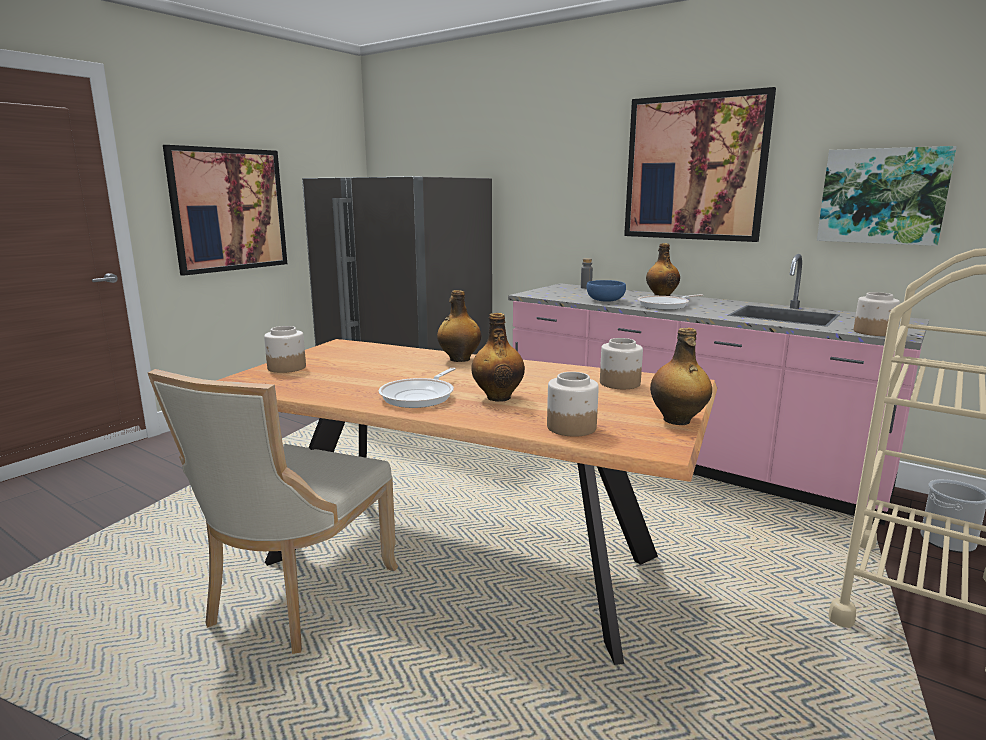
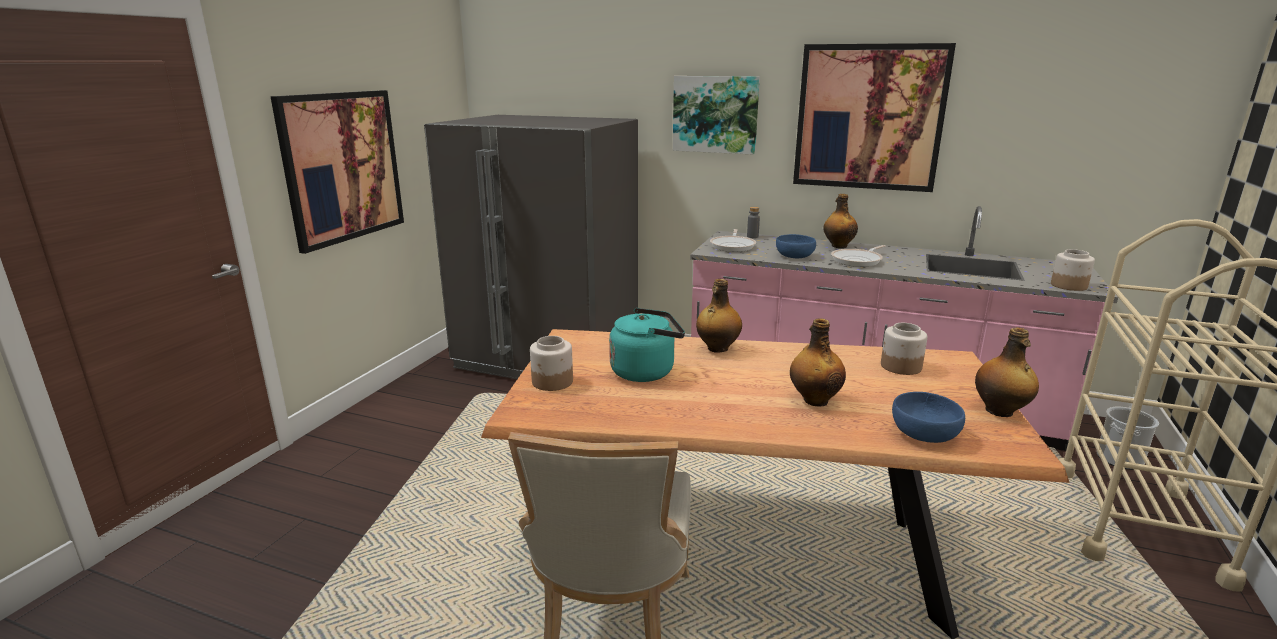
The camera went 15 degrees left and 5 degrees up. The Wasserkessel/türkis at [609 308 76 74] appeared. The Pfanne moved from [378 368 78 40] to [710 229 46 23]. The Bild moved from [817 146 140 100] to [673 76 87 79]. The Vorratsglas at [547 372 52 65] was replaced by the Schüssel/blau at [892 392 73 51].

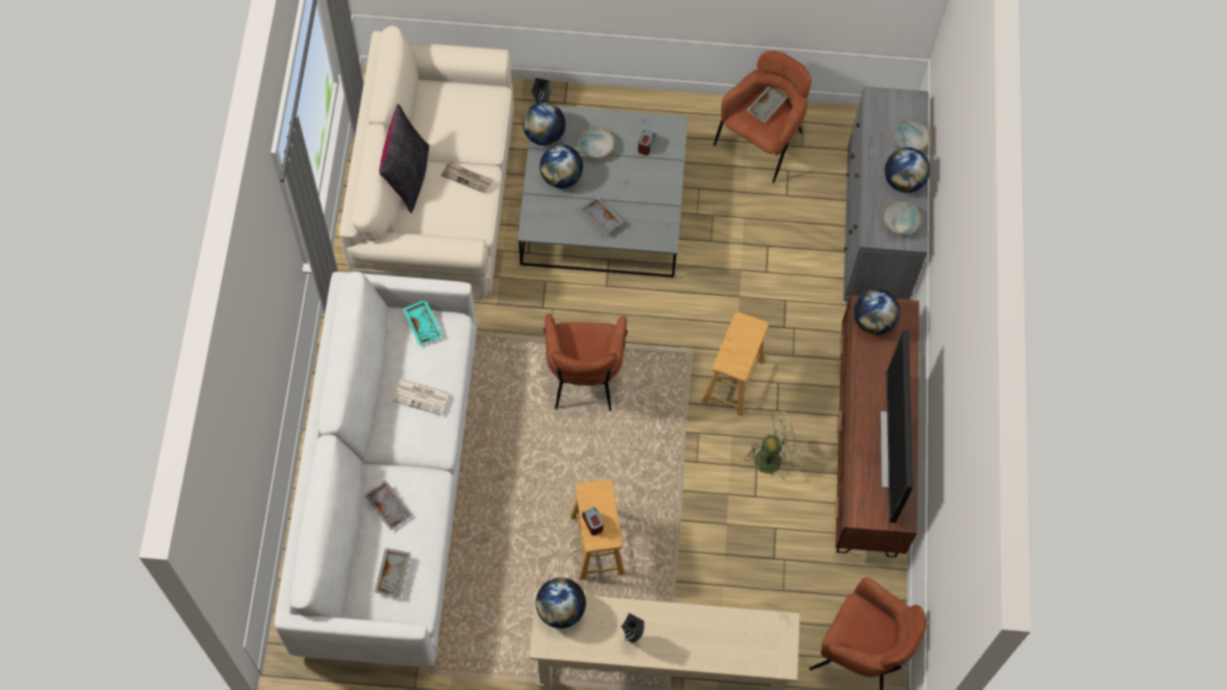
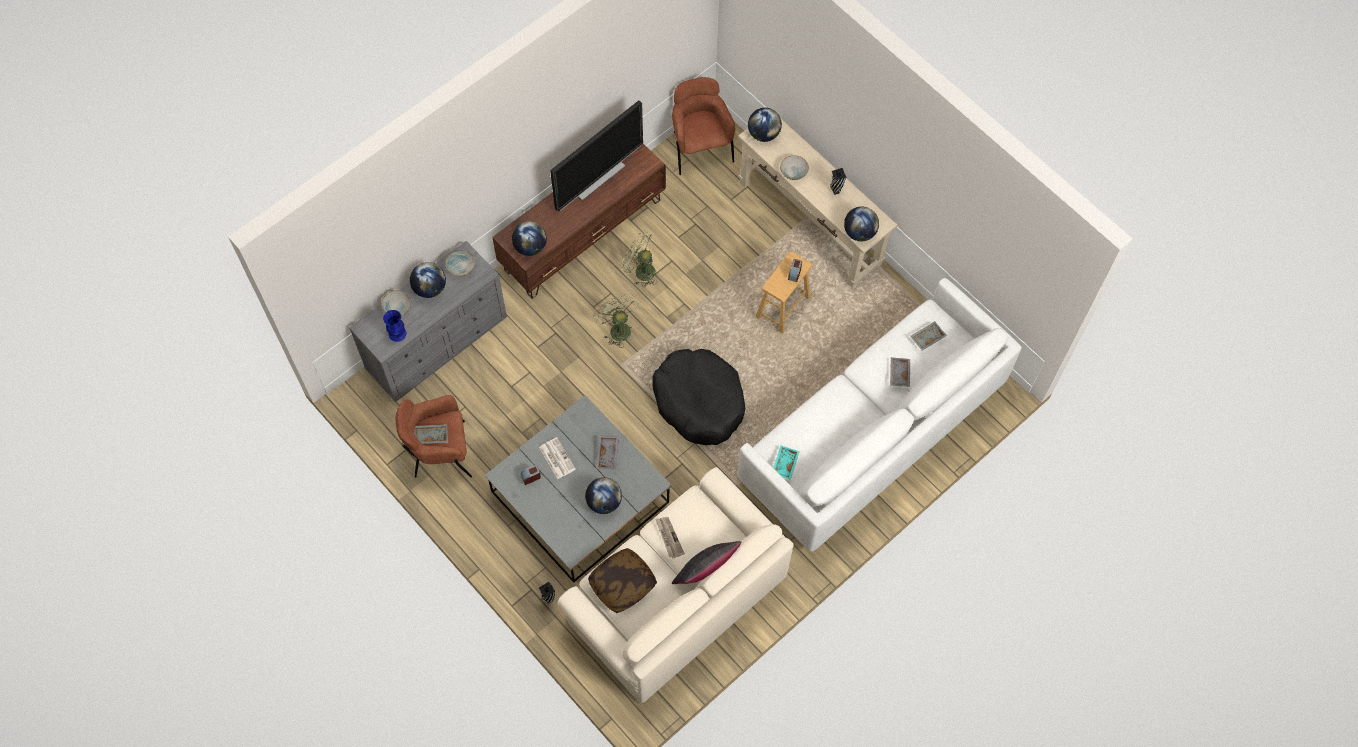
The camera went 135 degrees left and 0 degrees up. The Vase/blau at [383 310 24 32] appeared. The Kissen at [588 548 69 65] appeared. The Zeitung moved from [393 379 57 36] to [539 437 37 42]. The Globus moved from [523 102 43 44] to [748 108 34 34]. The Schüssel moved from [578 127 36 31] to [780 155 29 25]. The Sessel/braun at [544 313 84 98] was replaced by the Hundebett/schwarz at [652 349 93 96]. The Hocker/braun at [702 312 67 105] was replaced by the Ventilator/grün at [594 294 45 54].

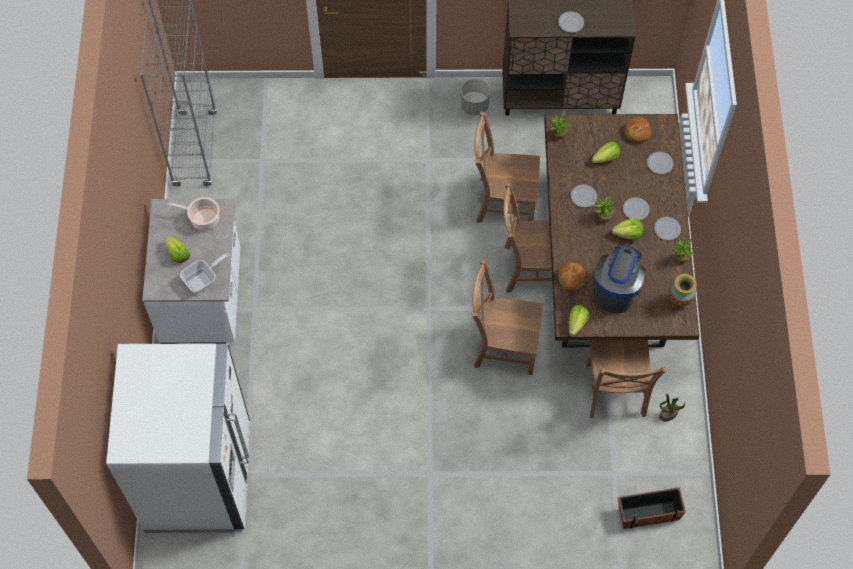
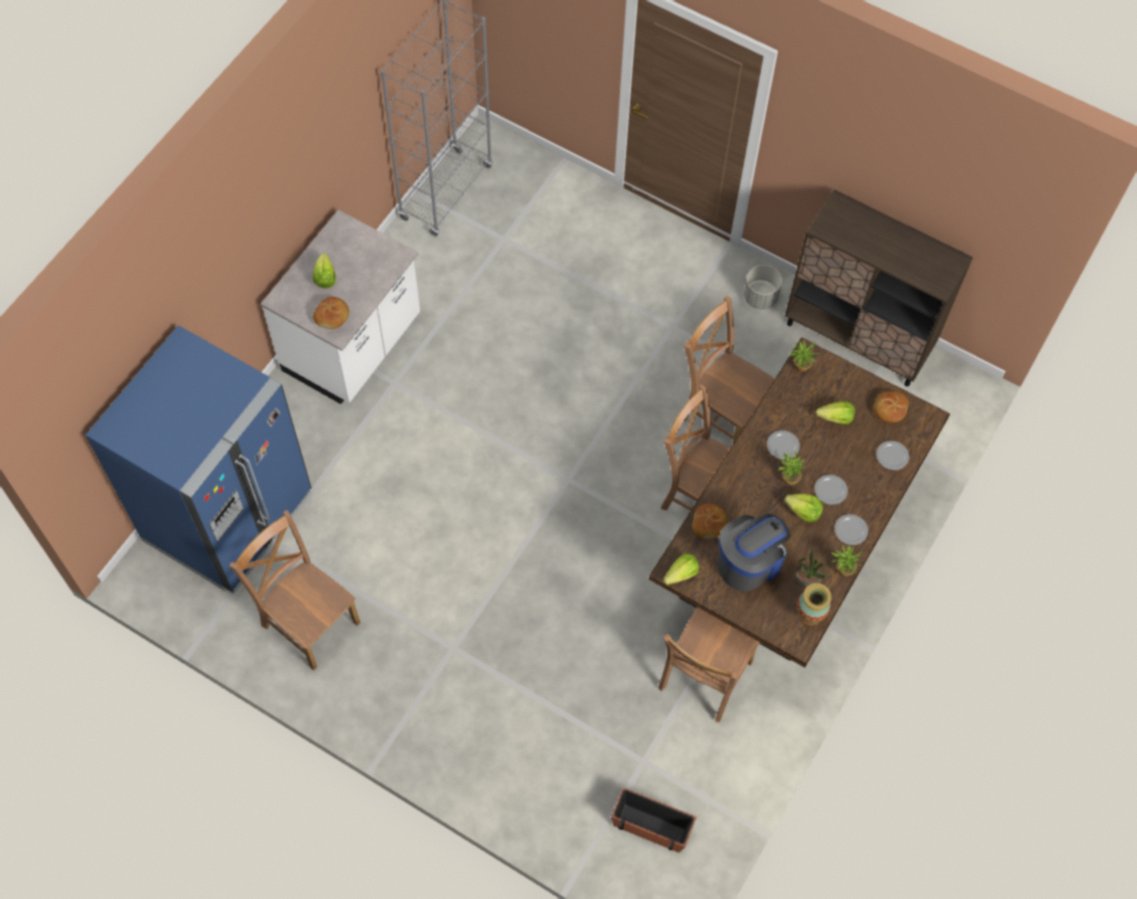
The camera went 30 degrees right and 0 degrees up. The Kochtopf at [168 197 52 34] disappeared. The Teller at [558 12 26 21] disappeared. The Stuhl/braun moved from [472 259 71 116] to [229 510 132 160]. The Topfpflanze moved from [659 393 26 29] to [794 549 33 39]. The Pfanne at [180 253 50 41] was replaced by the Brot at [313 297 36 32]. The Kühlschrank/weiß at [106 343 144 190] became the Kühlschrank/blau at [86 325 226 269].

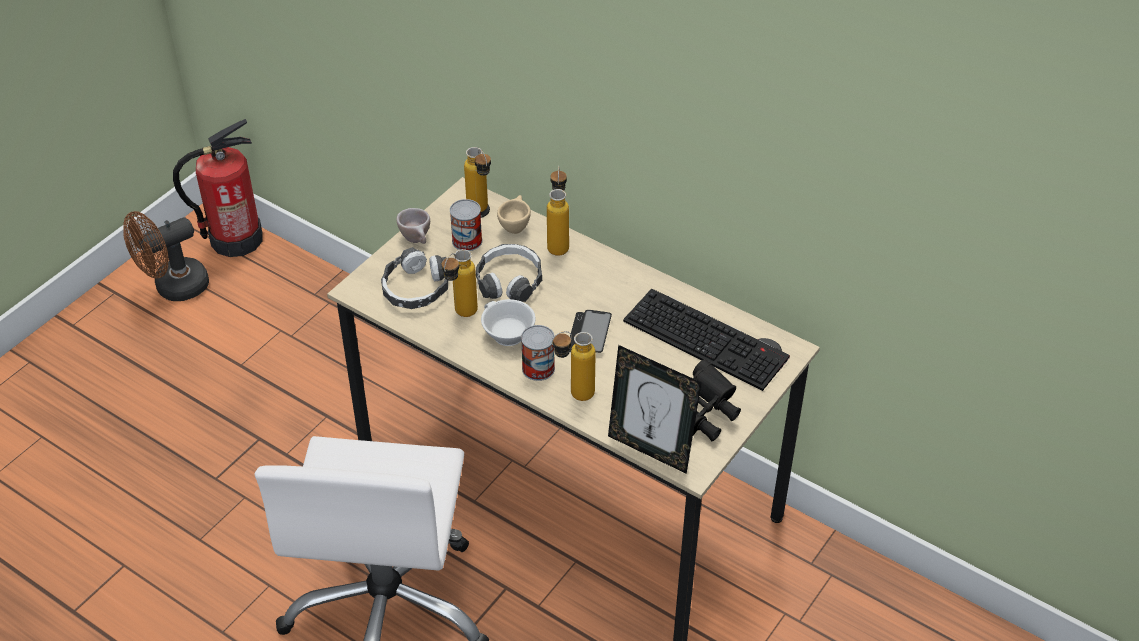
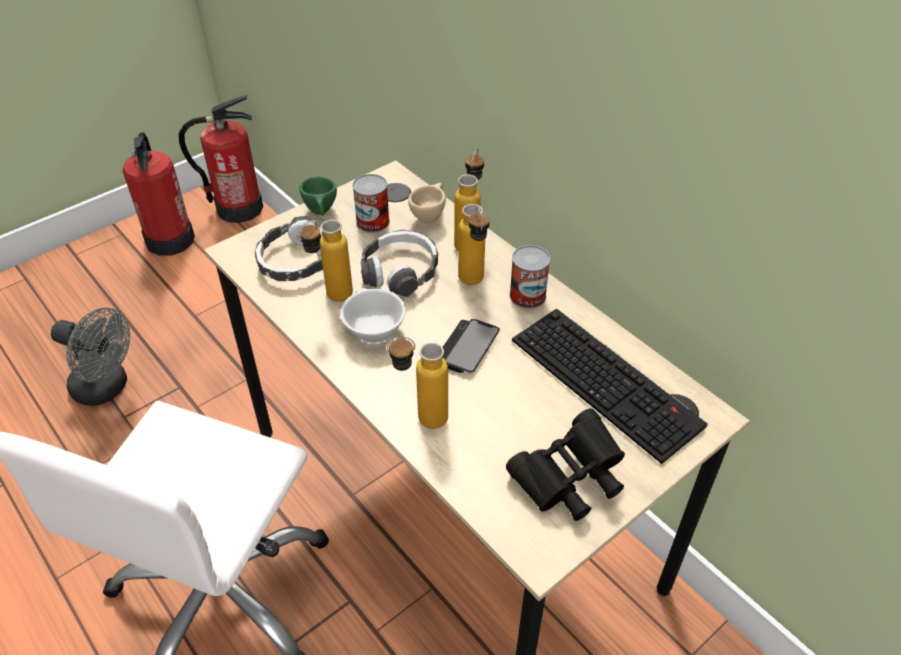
The camera went 15 degrees right and 0 degrees up. The Bilderrahmen at [608 345 94 129] disappeared. The Ventilator/grau at [51 307 79 99] appeared. The Flasche moved from [464 147 27 65] to [458 204 31 81]. The Dose moved from [521 325 34 56] to [509 245 41 64]. The Ventilator/braun at [123 211 86 90] was replaced by the Feuerlöscher at [123 132 72 124]. The Tasse/beige at [396 208 34 36] became the Tasse/grün at [299 176 38 40].

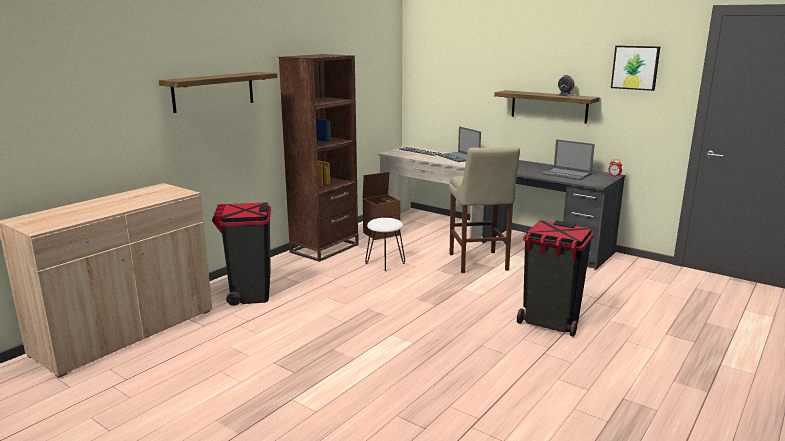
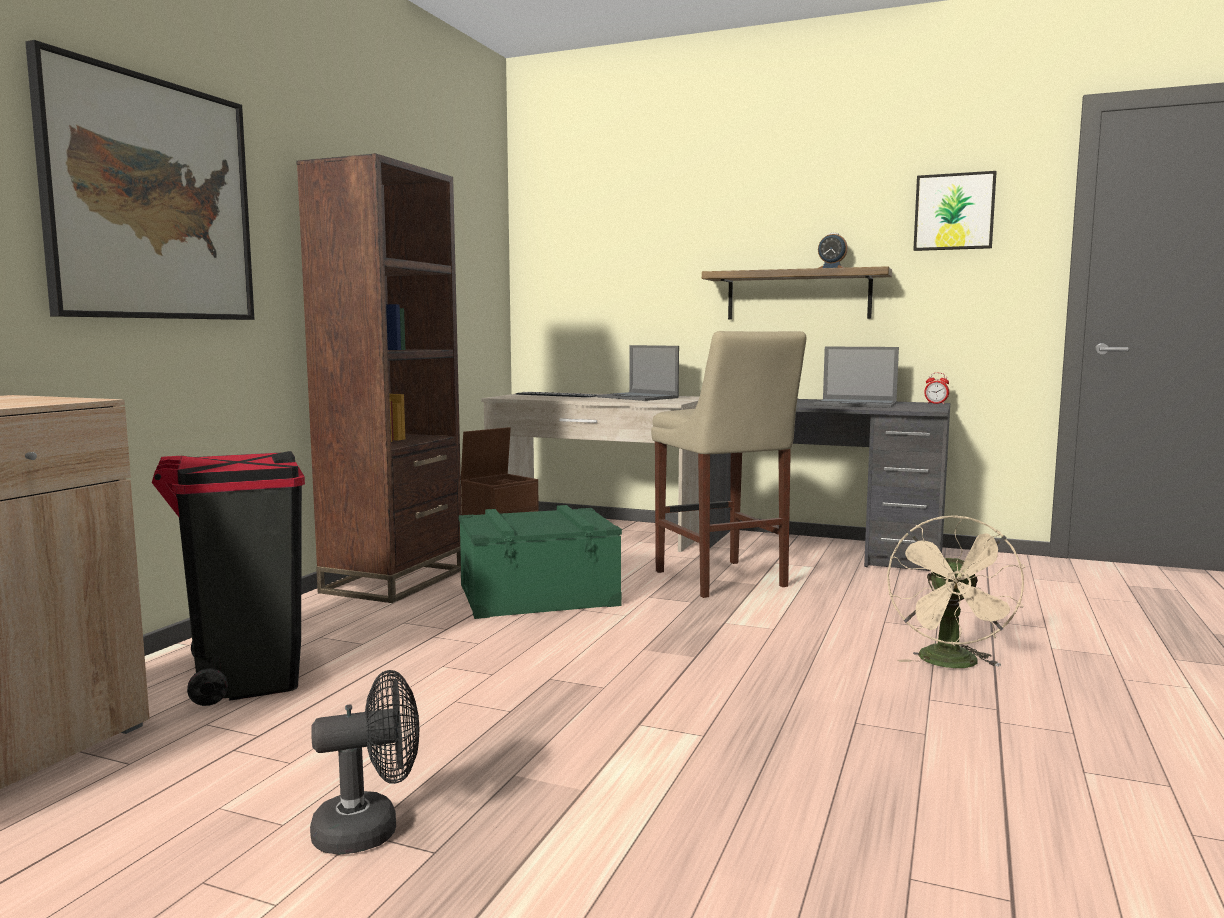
The camera went 15 degrees left and 10 degrees down. The Ventilator/schwarz at [310 670 109 185] appeared. The Wandregal at [159 72 118 41] was replaced by the Bild at [25 40 229 280]. The Hocker/weiß at [365 218 40 53] was replaced by the Aufbewahrungsbox/grün at [459 505 163 114]. The Mülleimer/schwarz at [517 220 77 117] was replaced by the Ventilator/beige at [887 515 138 153].

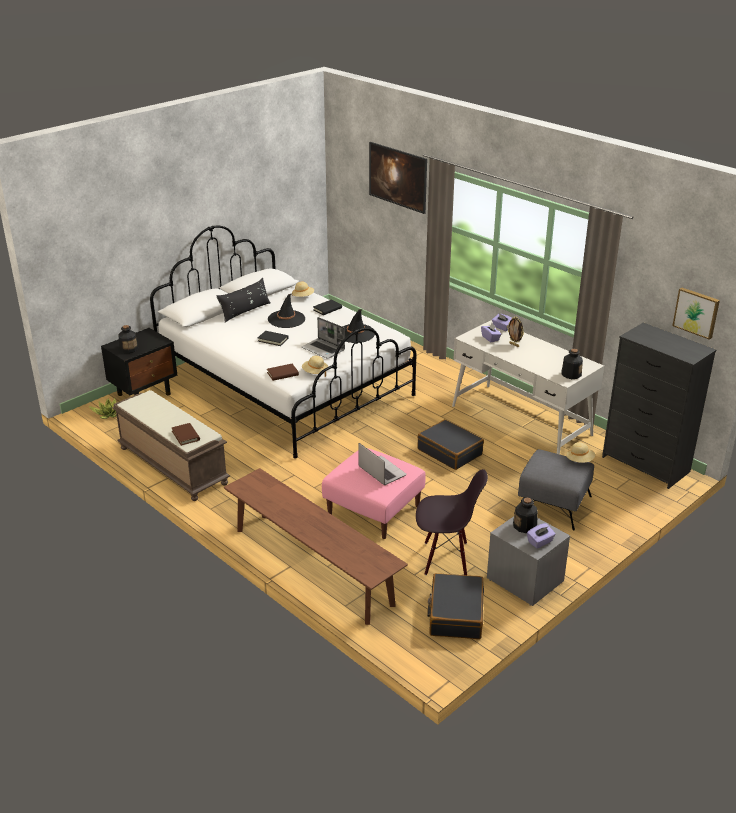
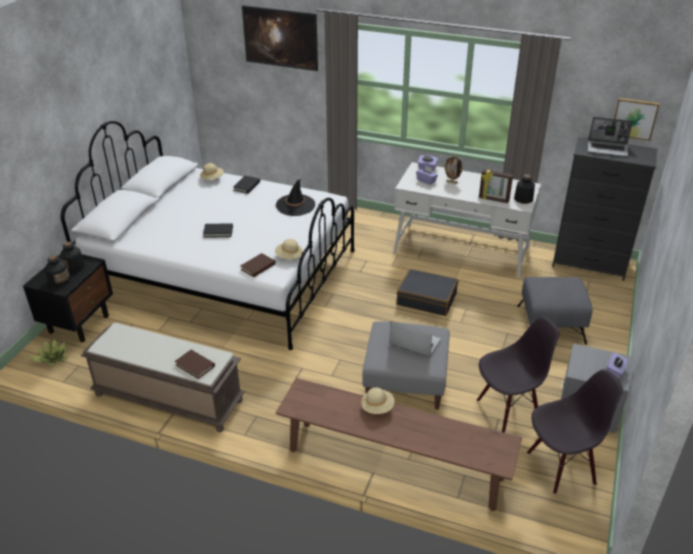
The camera went 25 degrees left and 5 degrees up. The Kissen/schwarz at [216 278 55 45] disappeared. The Hut/schwarz at [268 294 37 34] disappeared. The Bilderrahmen at [479 169 34 34] appeared. The Laptop moved from [302 317 43 42] to [588 117 45 39]. The Flasche moved from [513 498 25 35] to [60 242 25 31]. The Hut/beige moved from [566 442 29 21] to [361 388 34 26]. The Koffer/schwarz at [427 573 57 66] was replaced by the Stuhl/schwarz at [527 369 96 125]. The Polsterhocker/rosa at [322 448 104 91] became the Polsterhocker/grau at [362 321 88 89].

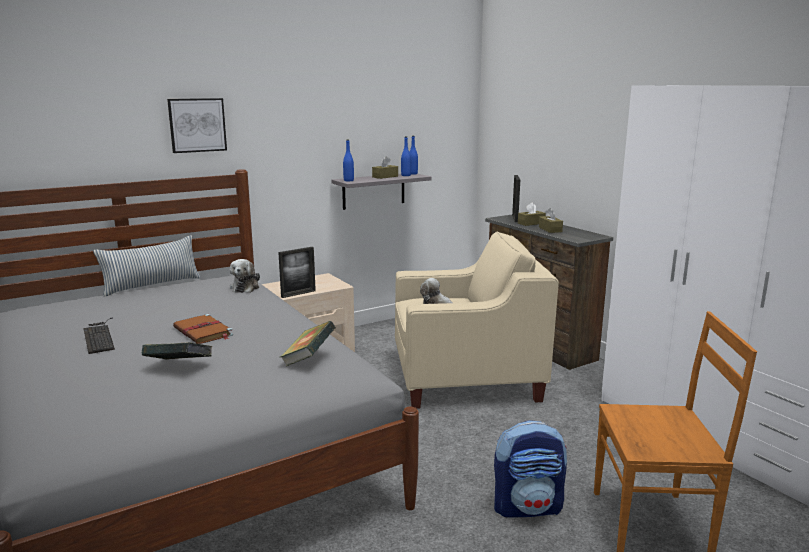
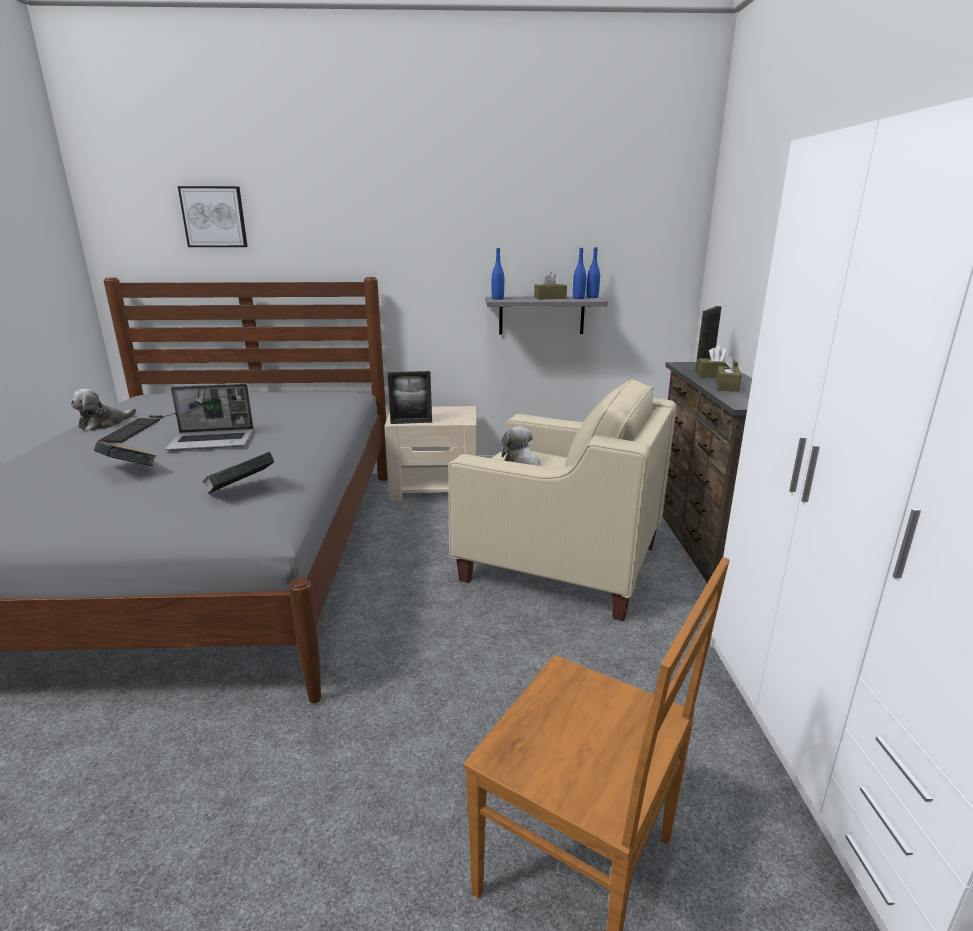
The camera went 30 degrees right and 5 degrees up. The Kissen at [93 235 107 61] disappeared. The Rucksack at [494 420 73 98] disappeared. The Bild moved from [167 98 60 55] to [178 186 70 61]. The Plüschtier moved from [230 259 30 34] to [70 389 66 42]. The Buch/braun at [173 314 60 30] was replaced by the Laptop at [165 384 89 67].

